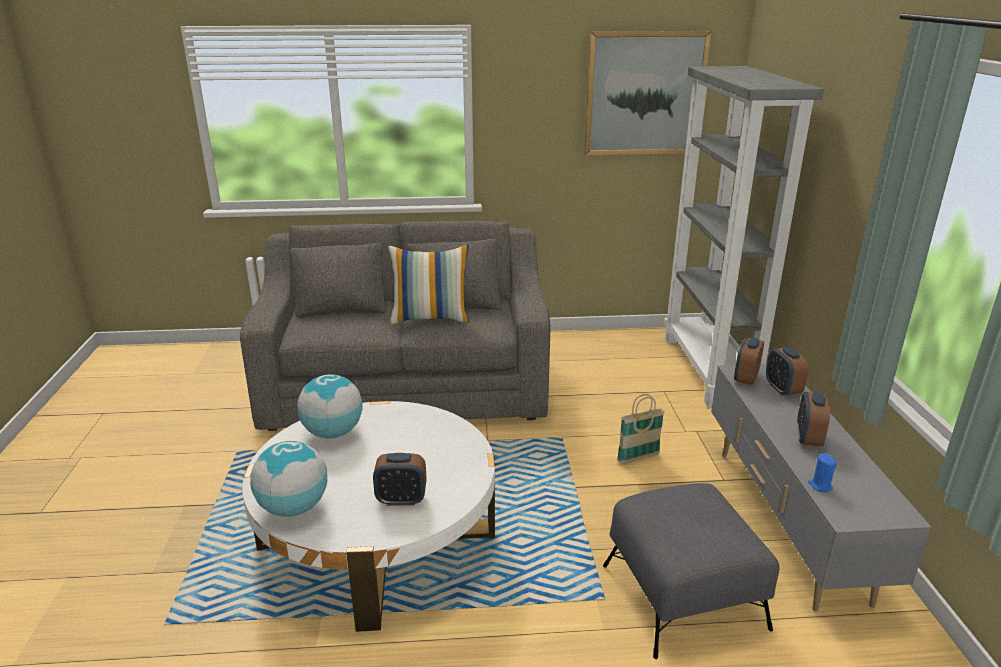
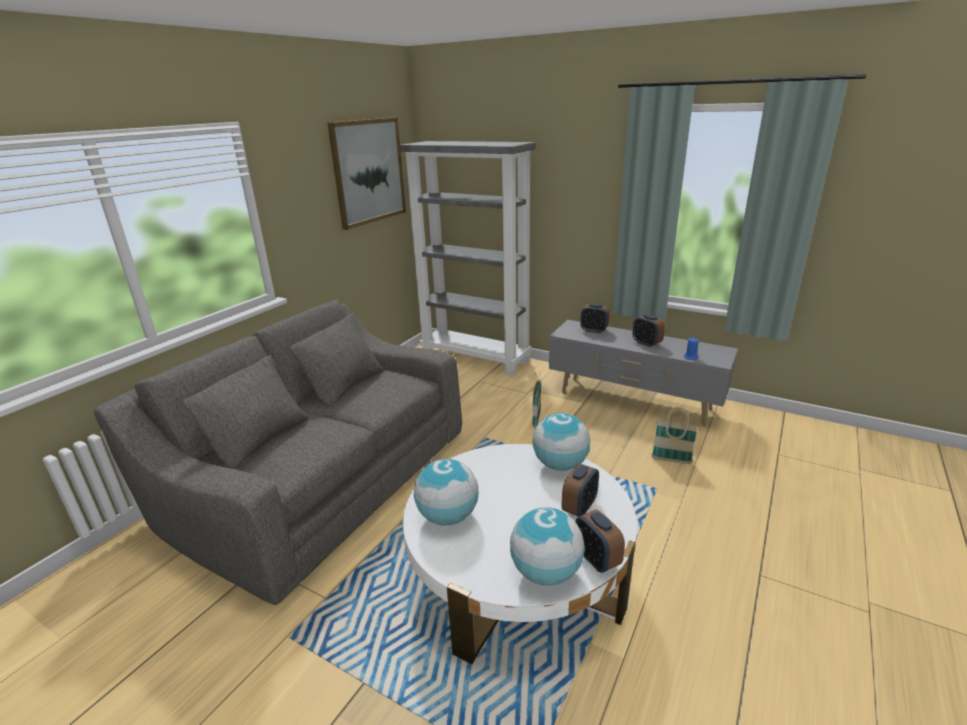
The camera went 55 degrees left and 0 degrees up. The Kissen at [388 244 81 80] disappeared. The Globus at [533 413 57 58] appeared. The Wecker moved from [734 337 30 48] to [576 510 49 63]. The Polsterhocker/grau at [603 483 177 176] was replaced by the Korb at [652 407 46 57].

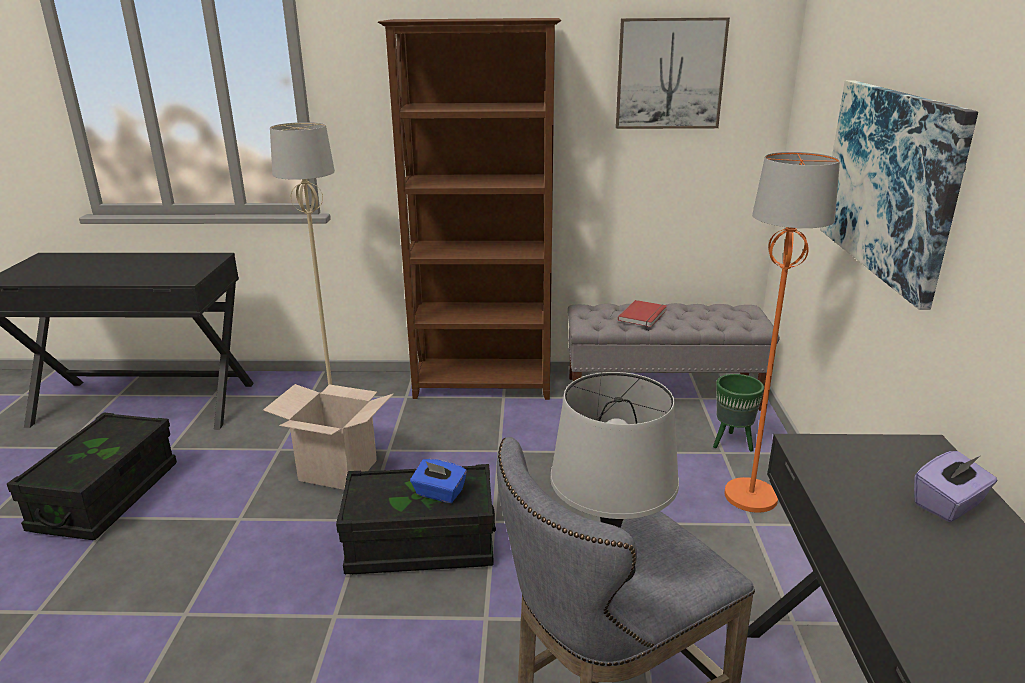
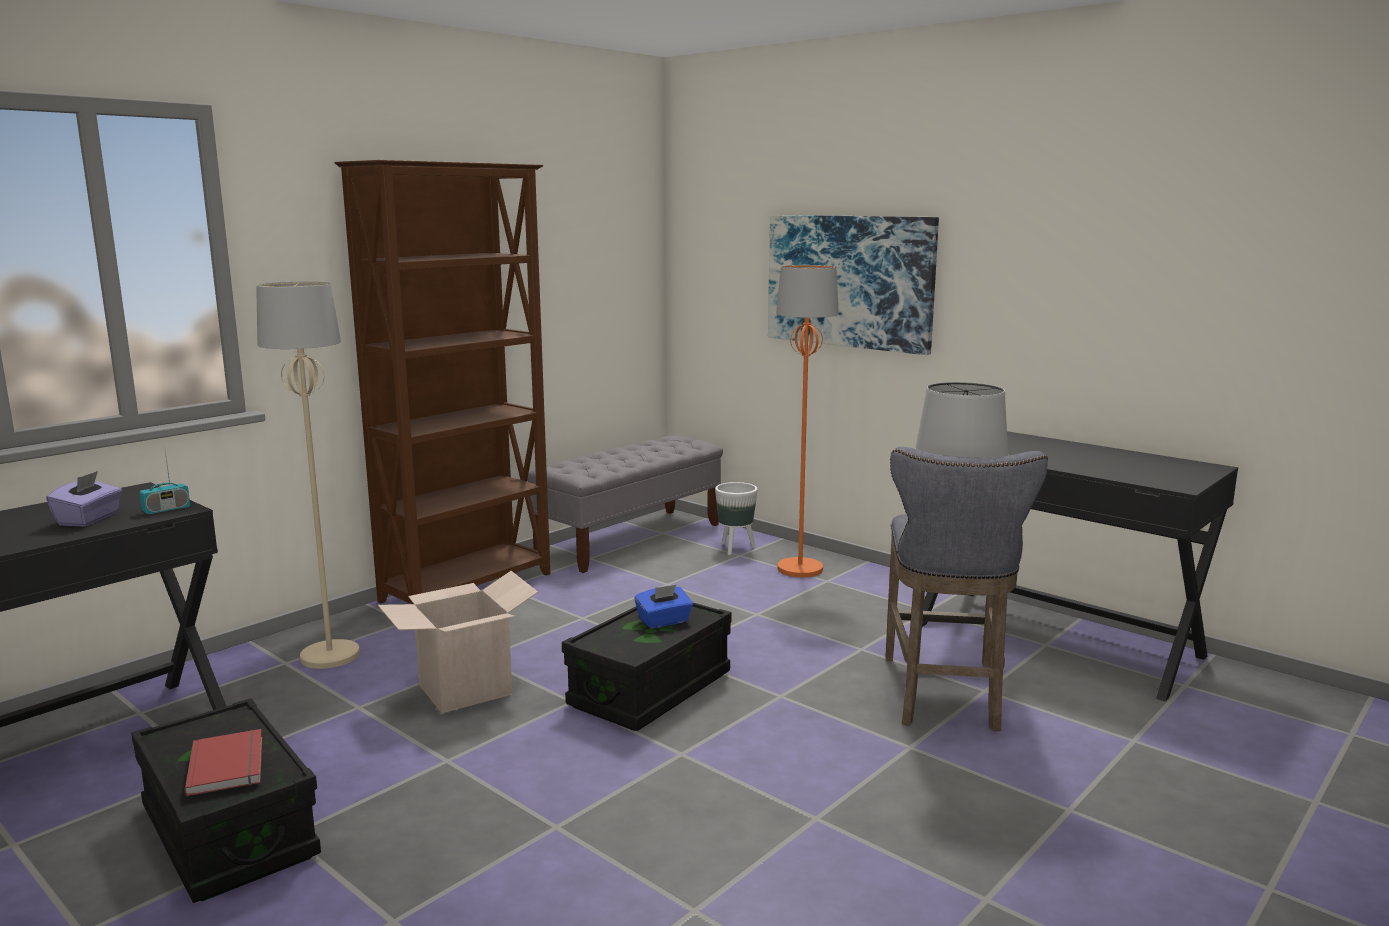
The camera went 50 degrees left and 10 degrees down. The Bild at [616 17 114 112] disappeared. The Radio at [140 452 50 62] appeared. The Buch/rot moved from [618 300 49 27] to [185 729 77 67]. The Taschentuchbox/lila moved from [914 451 83 71] to [46 471 76 55]. The Pflanzkübel/grün at [713 374 51 77] became the Pflanzkübel/weiß at [715 482 43 73].

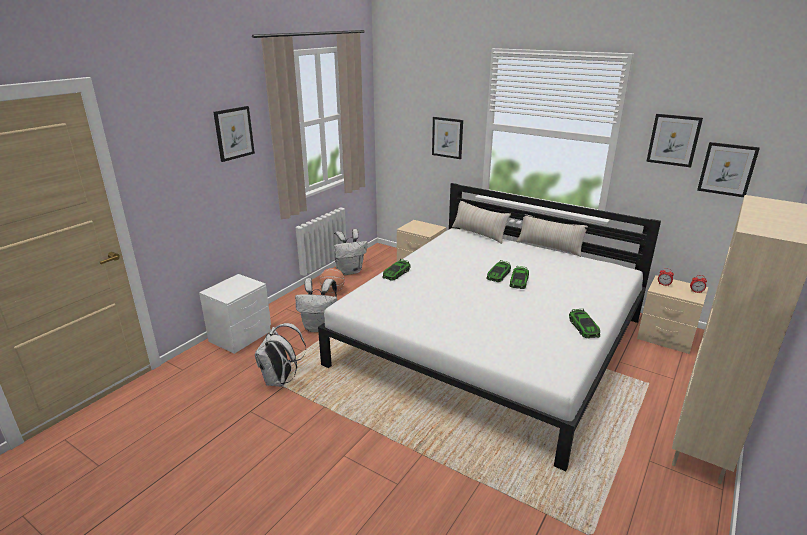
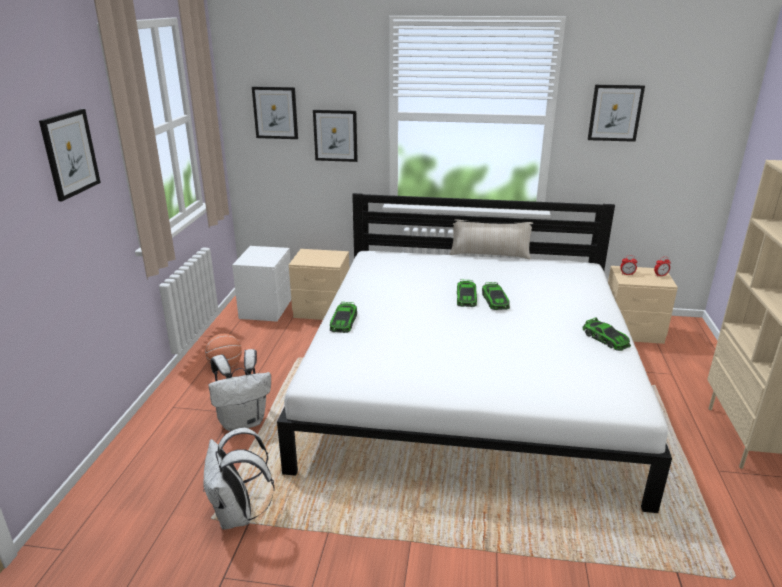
The camera went 25 degrees left and 0 degrees up. The Rucksack/weiß at [334 229 33 46] disappeared. The Kissen/beige at [452 201 59 43] disappeared. The Nachttisch/weiß moved from [199 274 72 80] to [232 246 59 76]. The Bild moved from [697 142 63 55] to [252 87 46 52].

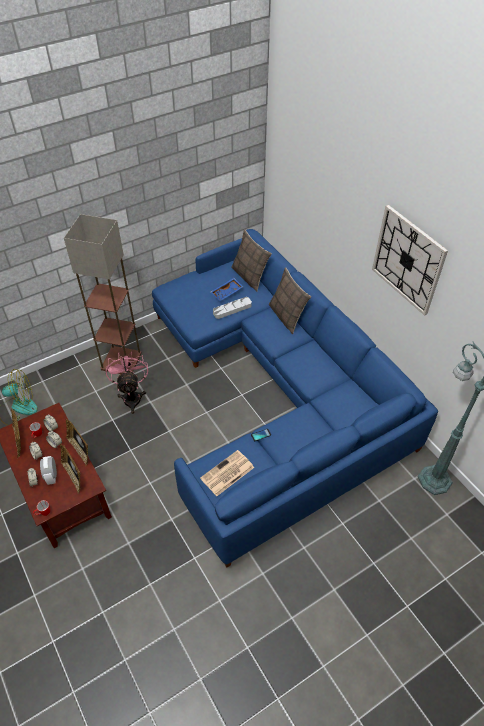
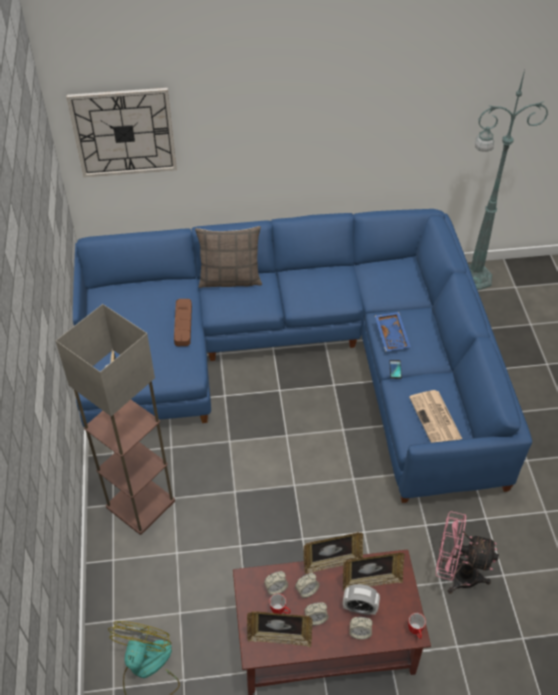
The camera went 65 degrees left and 0 degrees up. The Kissen at [231 230 41 62] disappeared. The Ventilator/rosa moved from [106 351 42 63] to [436 511 63 83]. The Tablett/blau moved from [210 277 34 24] to [375 312 36 39]. The Wanduhr moved from [372 205 76 111] to [67 88 110 89]. The Tablett/grau at [213 297 39 22] became the Tablett/braun at [174 299 18 47].

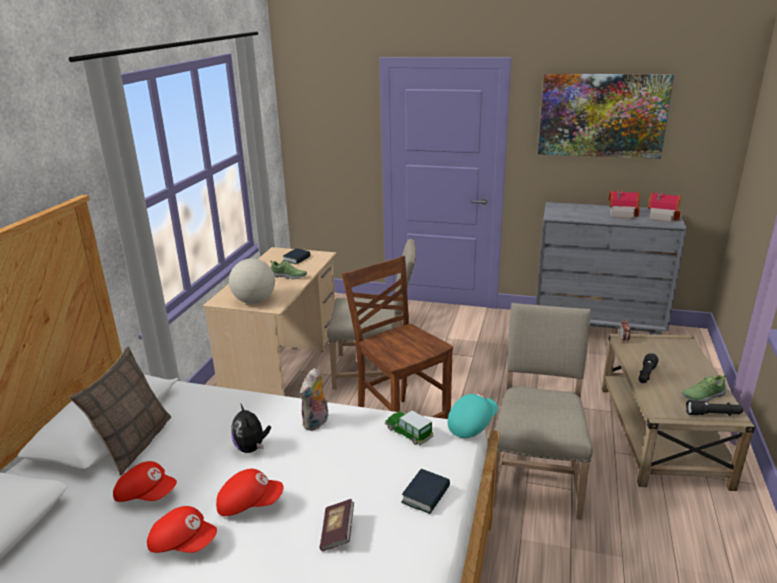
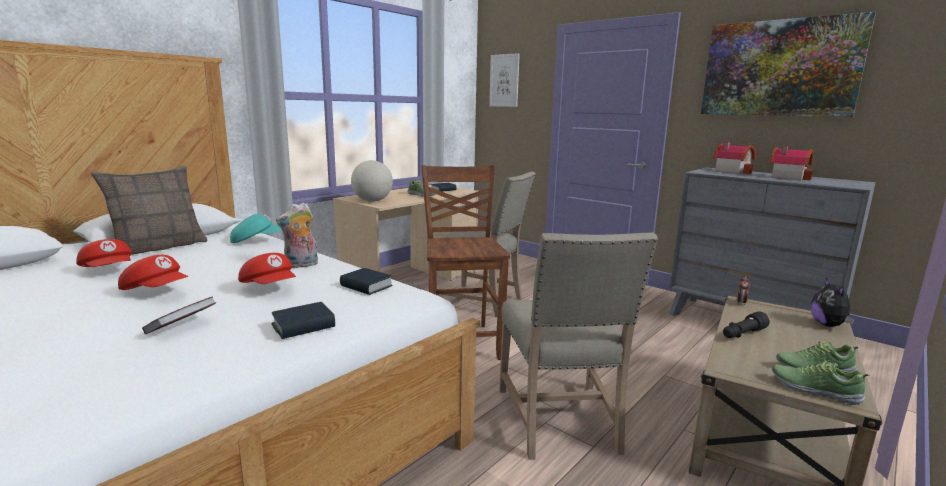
The camera went 25 degrees right and 10 degrees down. The Bild at [489 53 31 54] appeared. The Kappe/rot moved from [147 506 70 47] to [238 253 58 31]. The Plüschtier moved from [231 403 40 50] to [811 278 44 49]. The Kappe/türkis moved from [448 393 50 45] to [230 214 51 29]. The Spielzeughaus moved from [648 192 33 30] to [713 142 43 32]. The Spielzeugauto at [385 410 48 36] was replaced by the Buch at [340 268 53 27]. The Taschenlampe/schwarz at [686 400 57 16] was replaced by the Schuh at [772 361 98 44]. The Stuhl/beige at [494 303 99 217] turned 135 degrees clockwise.

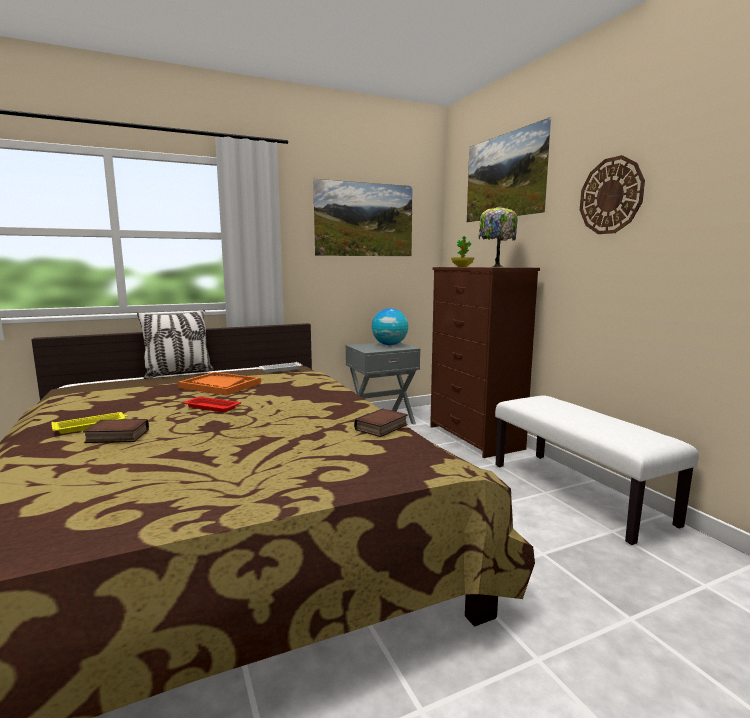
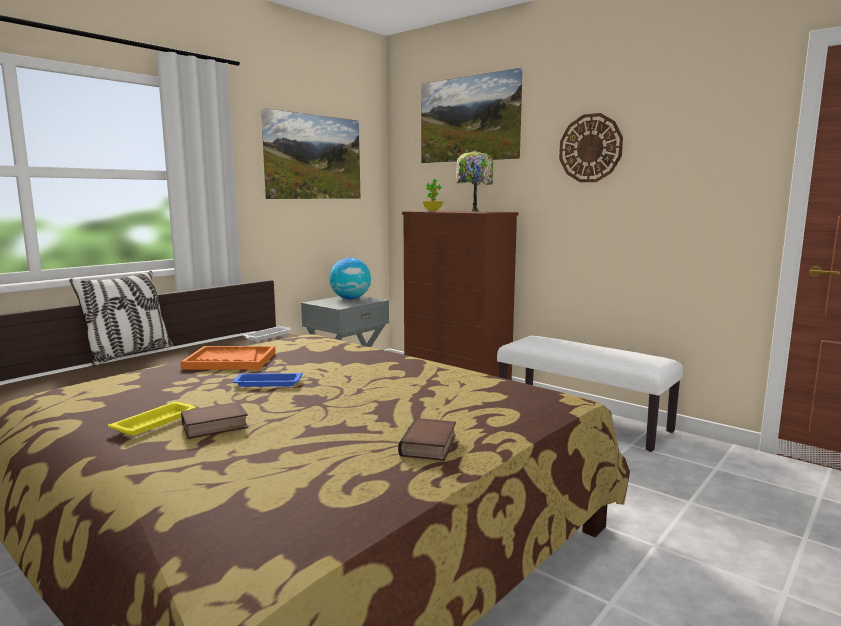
The camera went 25 degrees left and 0 degrees up. The Buch moved from [354 409 54 28] to [398 418 58 43]. The Tablett/rot at [183 397 58 15] became the Tablett/blau at [233 372 70 15].

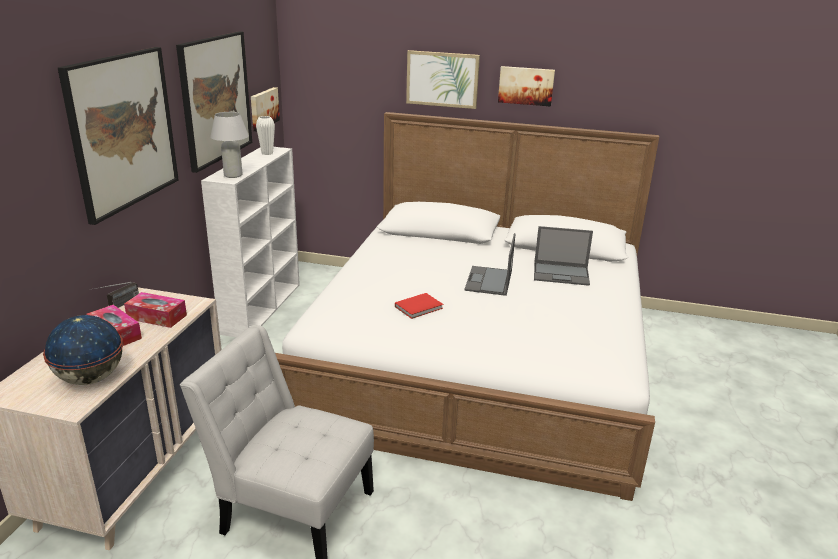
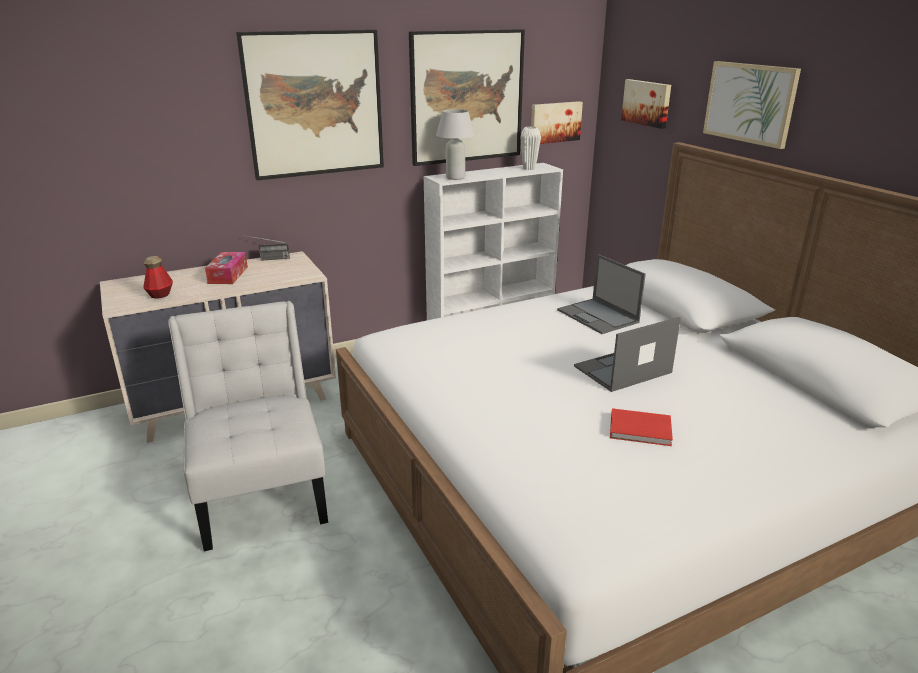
The camera went 50 degrees right and 0 degrees up. The Taschentuchbox at [124 292 63 36] disappeared. The Buch/rot moved from [395 293 48 26] to [610 408 63 38]. The Bild moved from [498 66 57 41] to [621 79 50 50]. The Laptop moved from [534 226 59 60] to [557 254 89 80]. The Globus at [43 315 80 70] was replaced by the Flasche at [143 256 30 43].

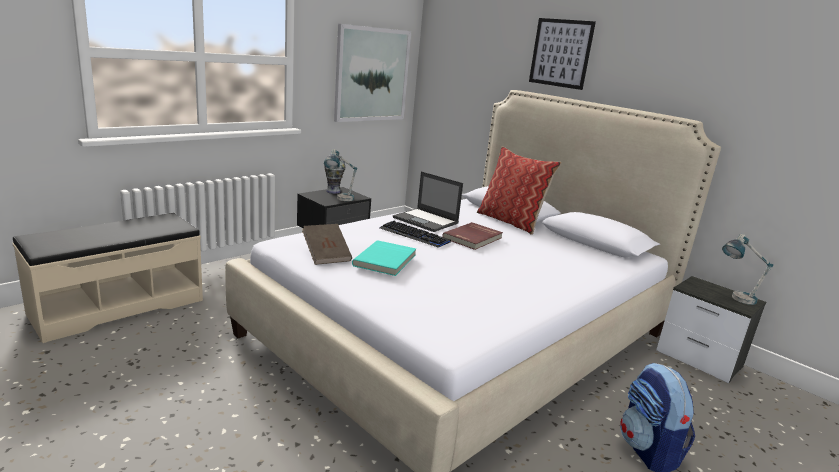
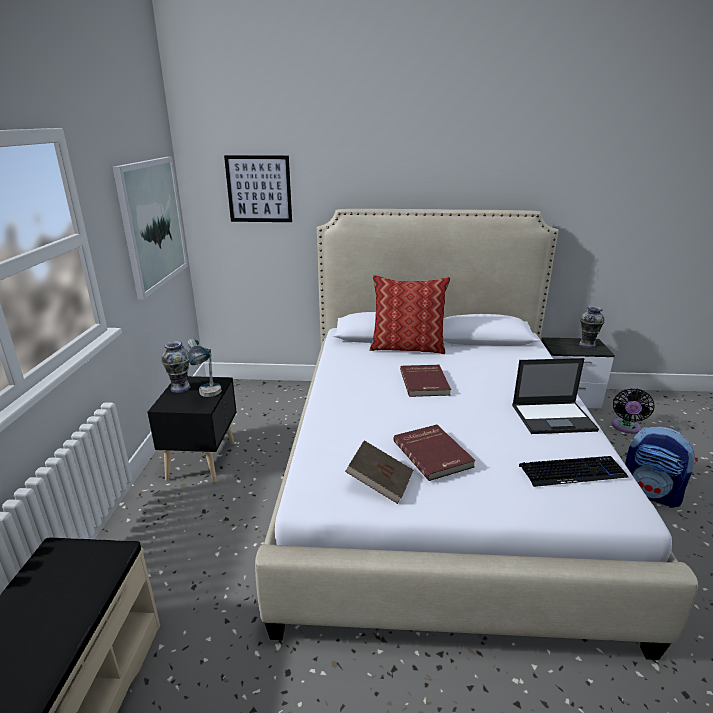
The camera went 40 degrees left and 5 degrees up. The Ventilator/schwarz at [612 388 42 46] appeared. The Tastatur moved from [380 221 71 27] to [519 456 109 31]. The Laptop moved from [393 171 70 61] to [512 358 87 76]. The Bild moved from [529 18 67 72] to [224 155 68 67]. The Tischlampe at [722 234 51 71] was replaced by the Vase at [579 306 26 43]. The Buch/türkis at [352 240 64 36] became the Buch/rot at [393 425 82 56].

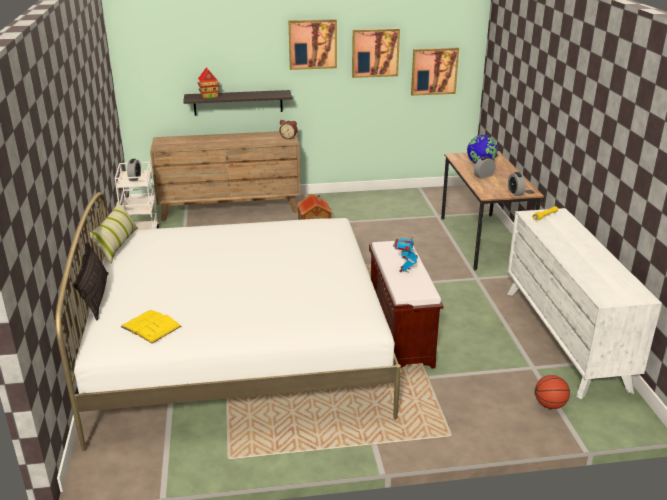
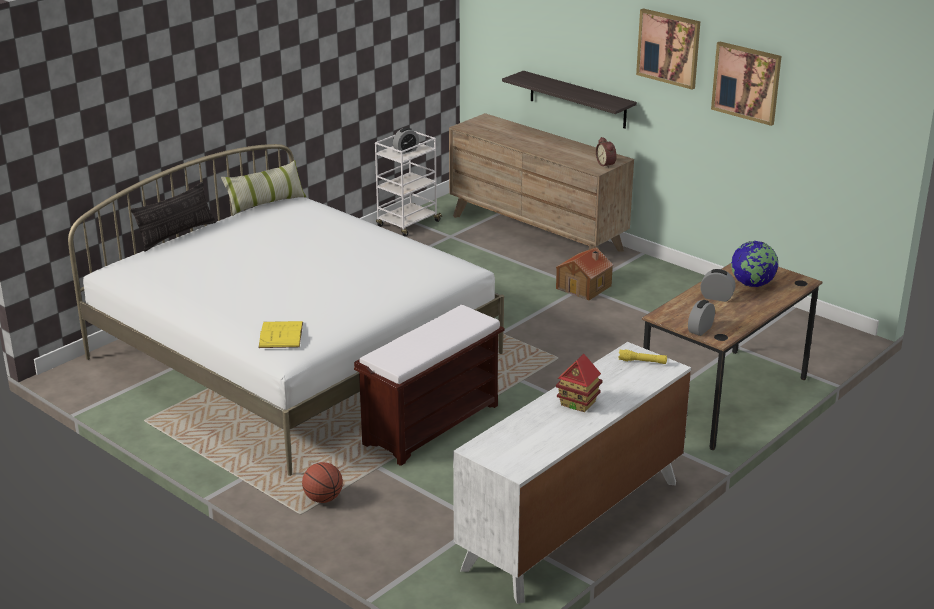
The camera went 50 degrees right and 0 degrees up. The Spielzeugroboter at [393 233 25 39] disappeared. The Bild at [411 48 48 48] disappeared. The Buch/gelb moved from [121 310 60 33] to [258 321 45 27]. The Spielzeughaus moved from [198 67 21 32] to [556 354 46 58]. The Basketball moved from [535 375 35 34] to [302 462 41 41].

